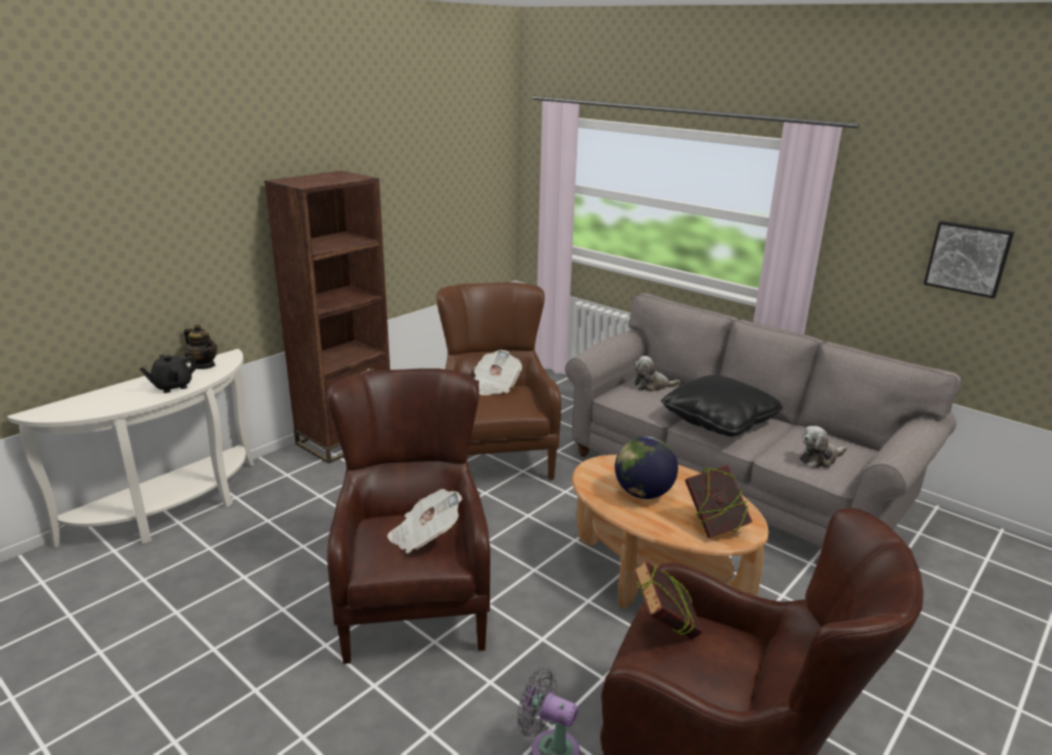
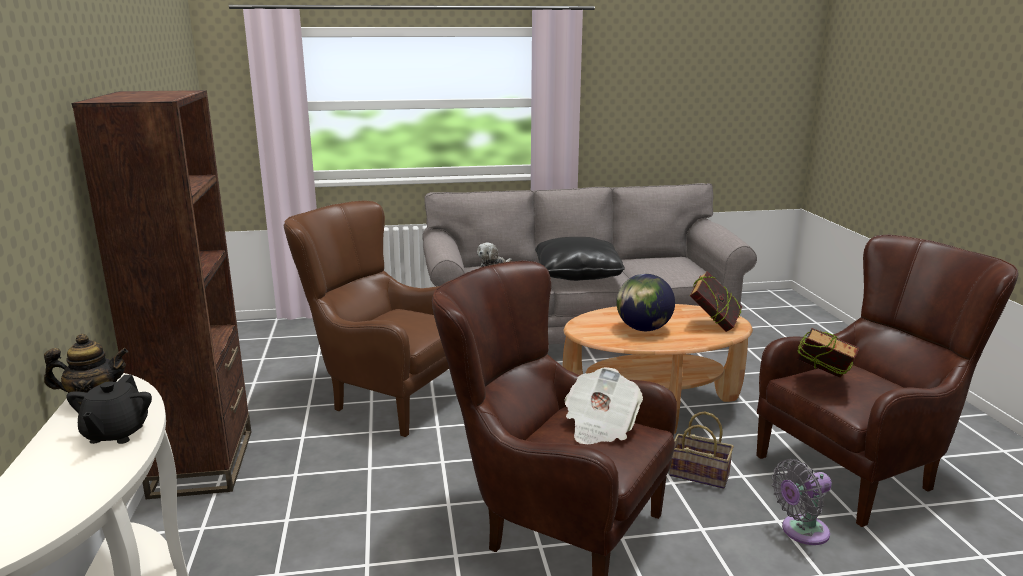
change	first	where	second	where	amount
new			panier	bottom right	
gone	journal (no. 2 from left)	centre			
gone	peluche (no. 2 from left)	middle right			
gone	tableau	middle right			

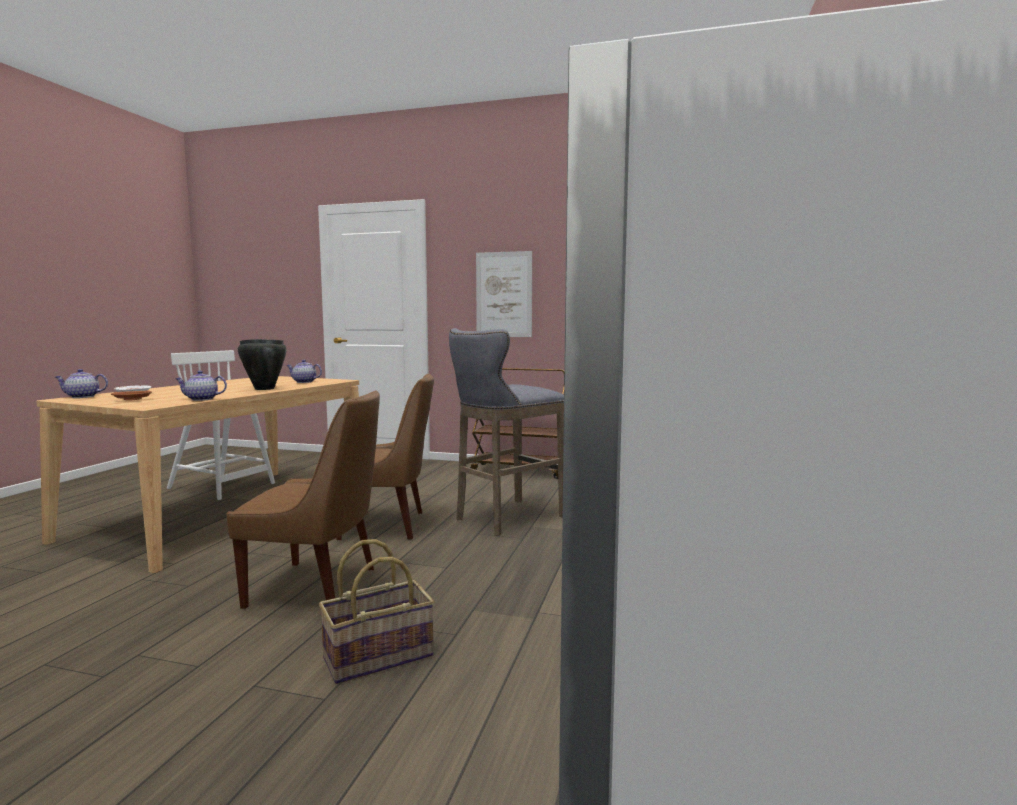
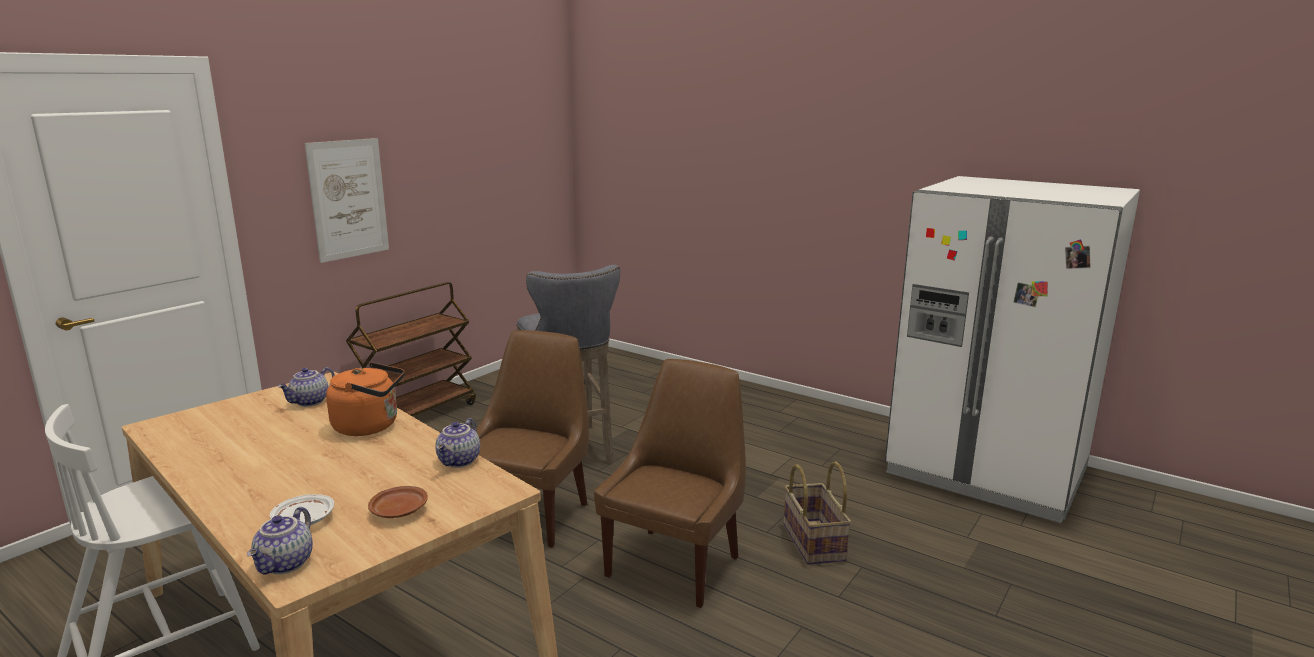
change	first	where	second	where	amount
swapped	marmite (noir)	middle left	bouilloire (orange)	middle left	

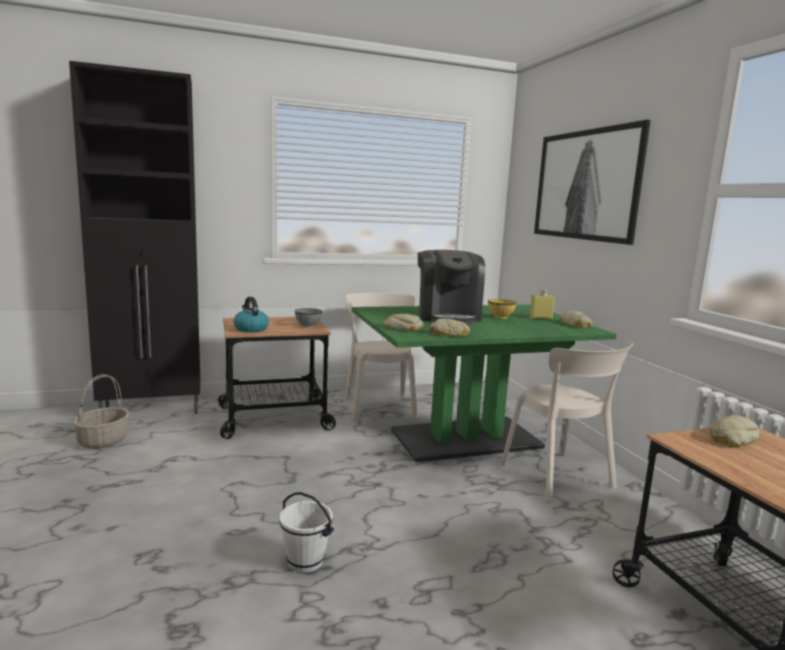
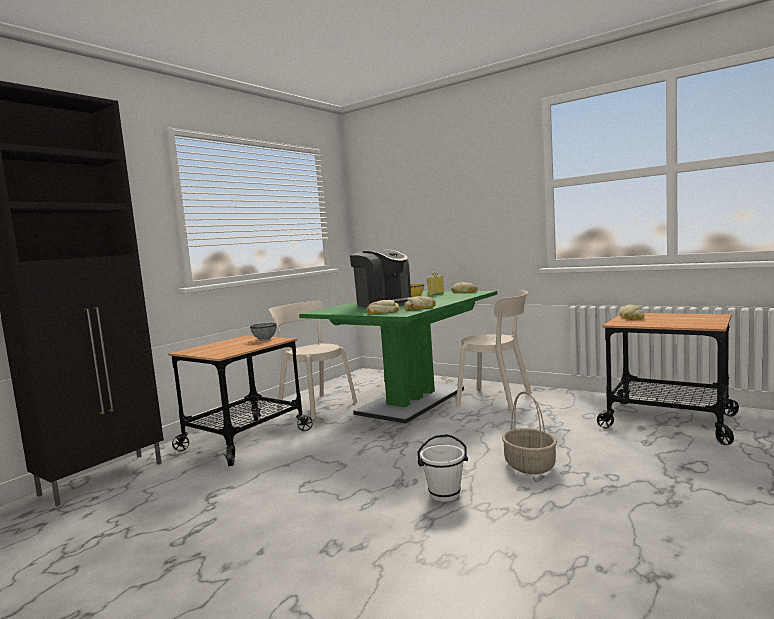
change	first	where	second	where	amount
shifted	panier	middle left		bottom right	
gone	bouilloire	middle left			
gone	tableau	top right			

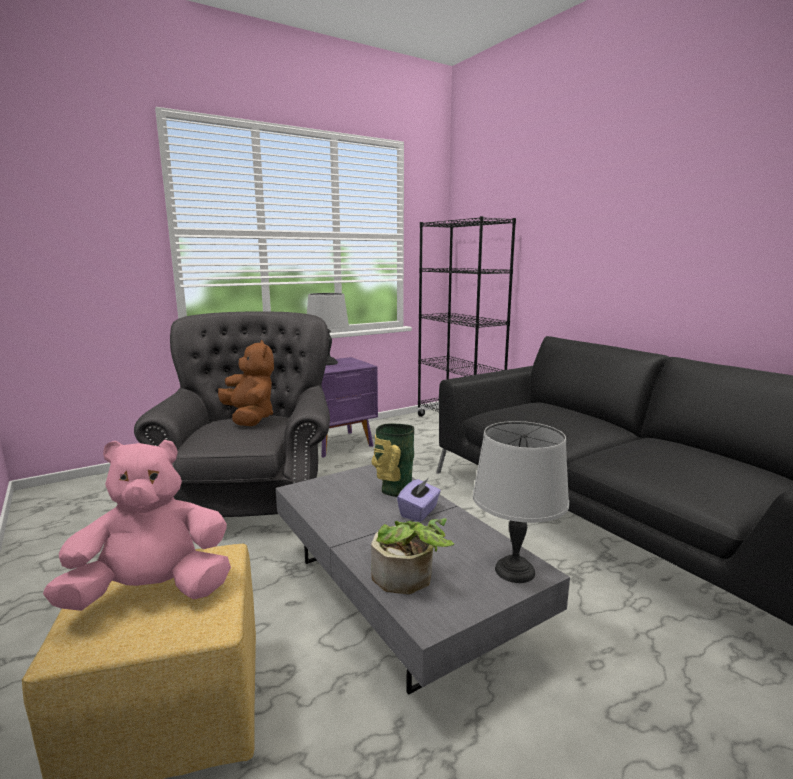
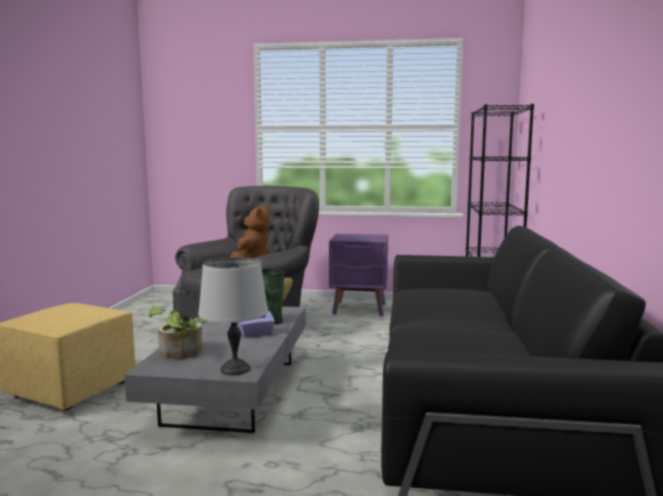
change	first	where	second	where	amount
gone	peluche (rose)	bottom left			
gone	lampe de table (gris) (no. 1 from left)	centre			

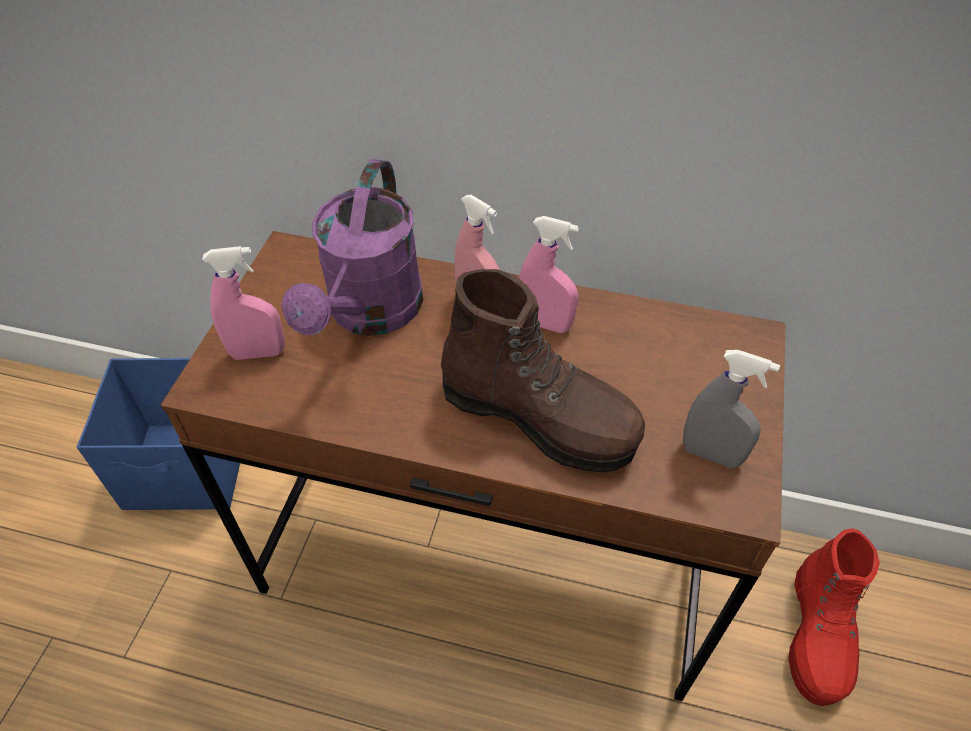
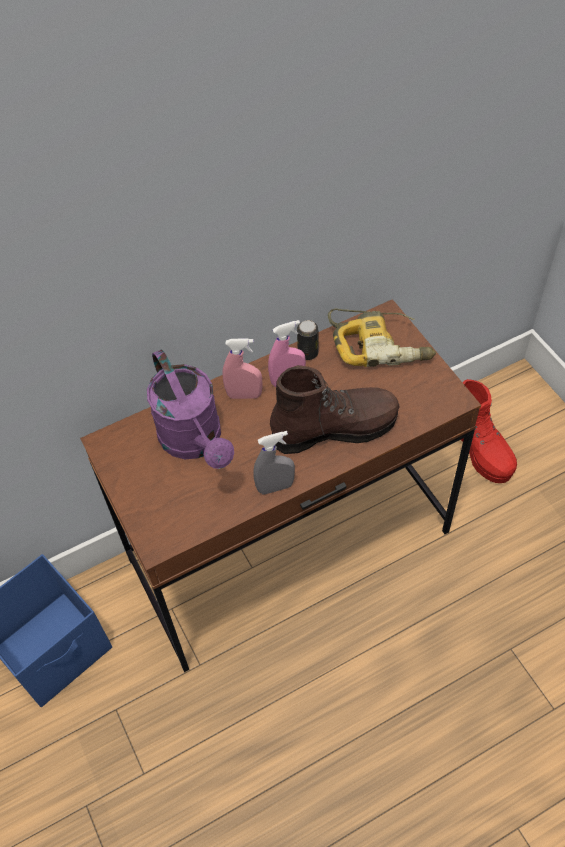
change	first	where	second	where	amount
shifted	vaporisateur (gris)	middle right		centre	
new			boîte métallique	centre	
new			perceuse	middle right	
gone	vaporisateur (rose) (no. 1 from left)	middle left			

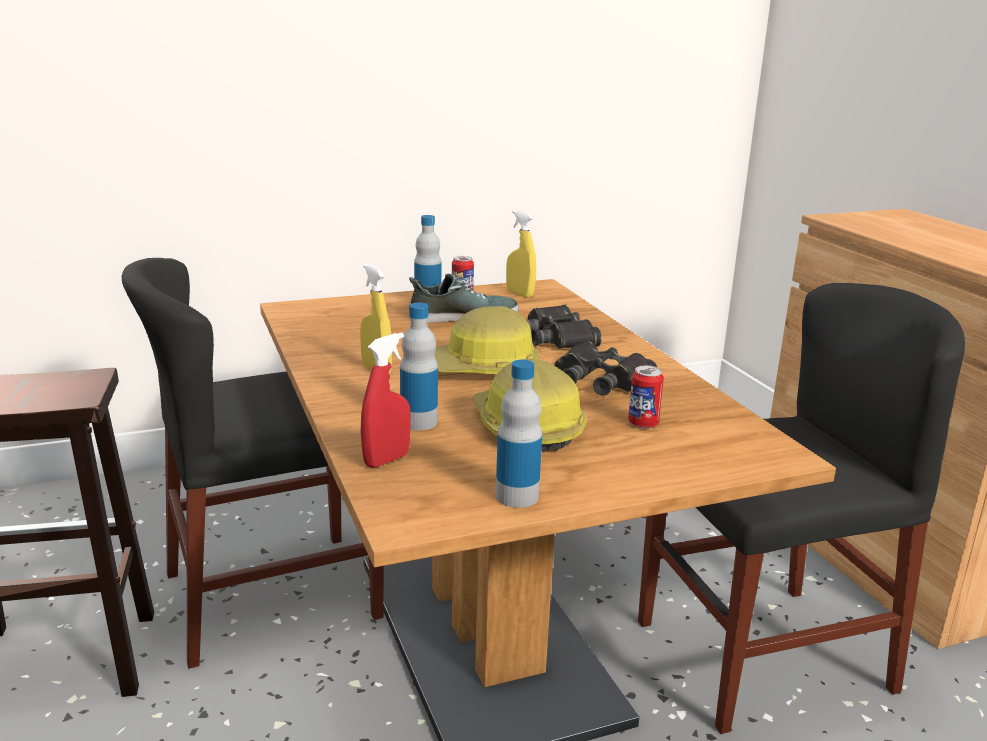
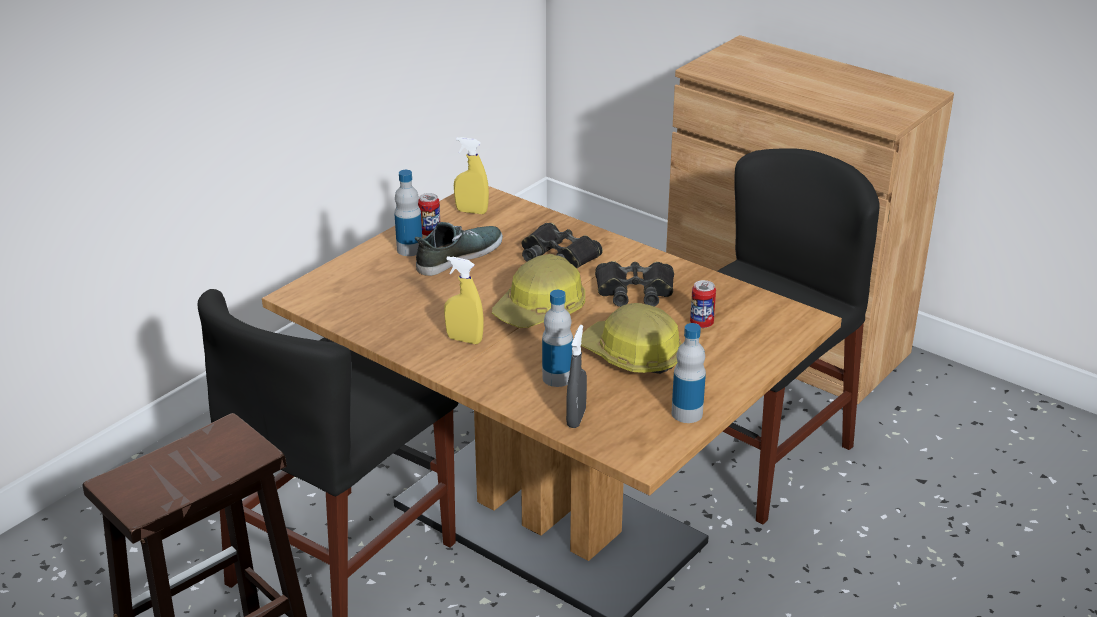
change	first	where	second	where	amount
repainted	vaporisateur (rouge)	centre	vaporisateur (gris)	centre	

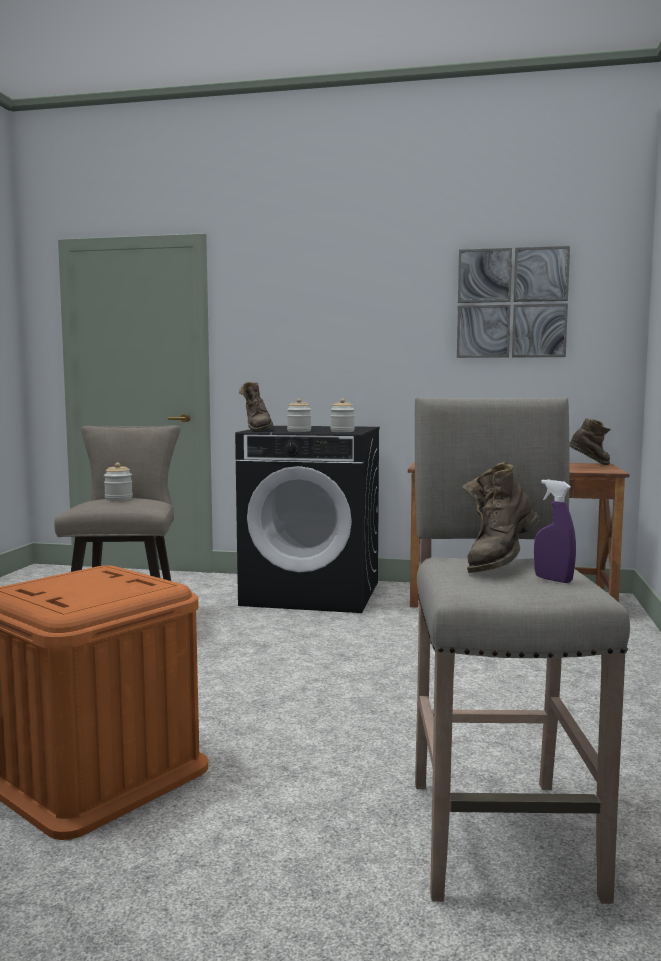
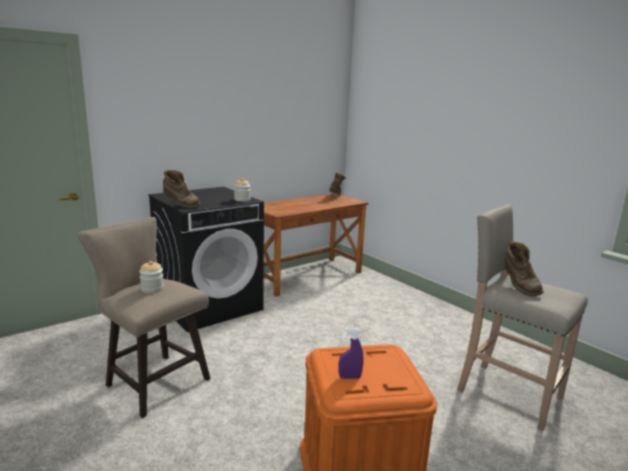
change	first	where	second	where	amount
shifted	vaporisateur (violet)	middle right		bottom centre	
gone	bocal (no. 2 from left)	centre			
gone	tableau	top right			

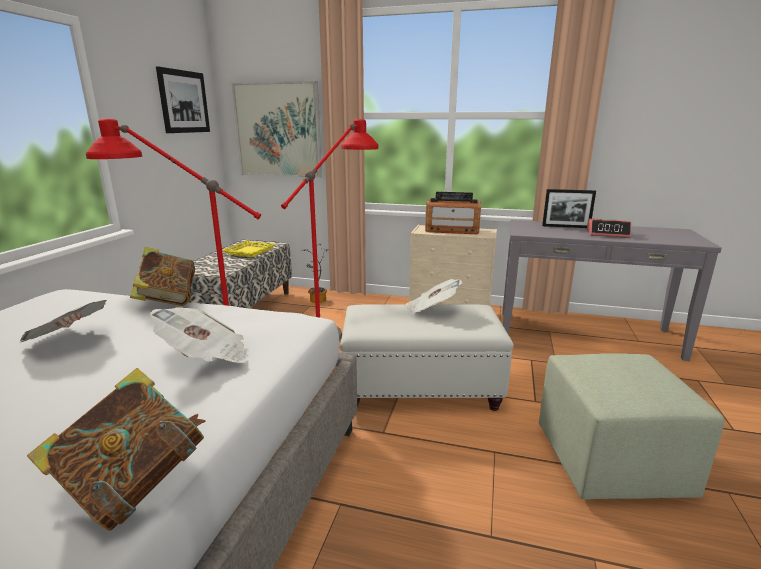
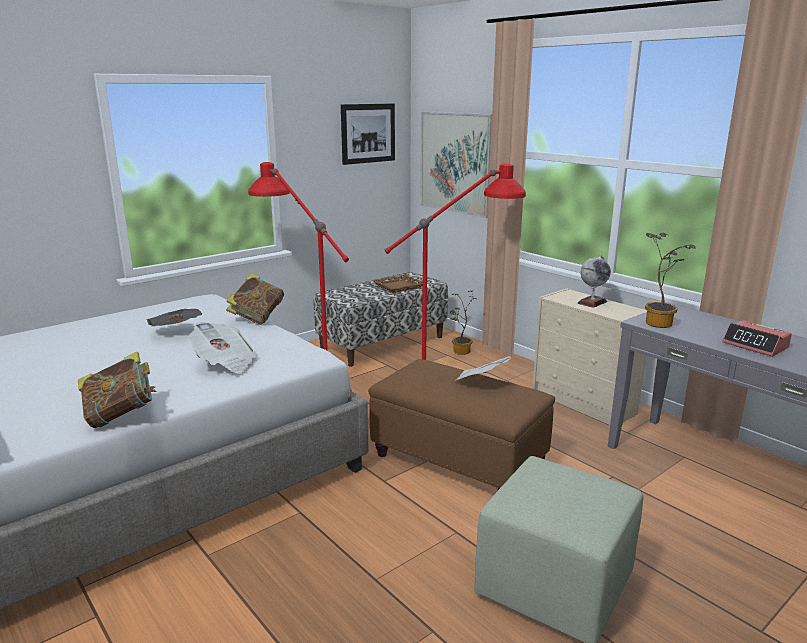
change	first	where	second	where	amount
repainted	pouf (blanc)	centre	pouf (marron)	centre	
repainted	plateau (jaune)	middle left	plateau (marron)	centre	
swapped	radio	centre	globe	middle right	
new			plante en pot (no. 2 from left)	middle right	
gone	cadre photo	middle right			

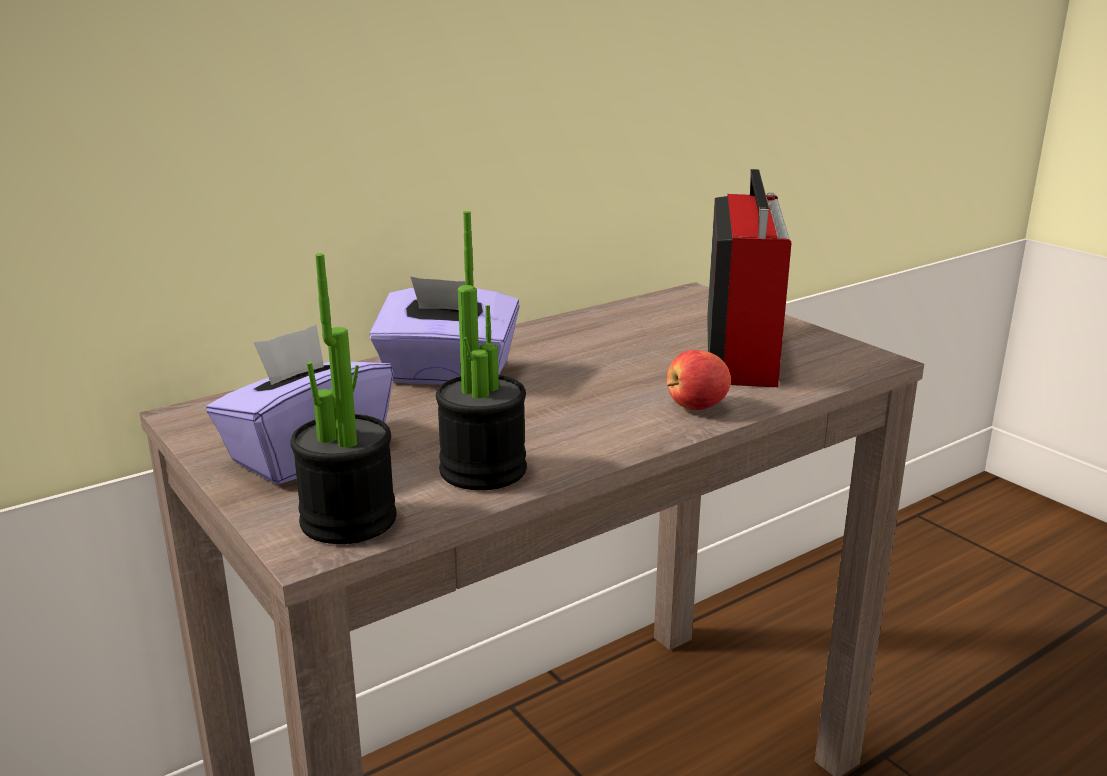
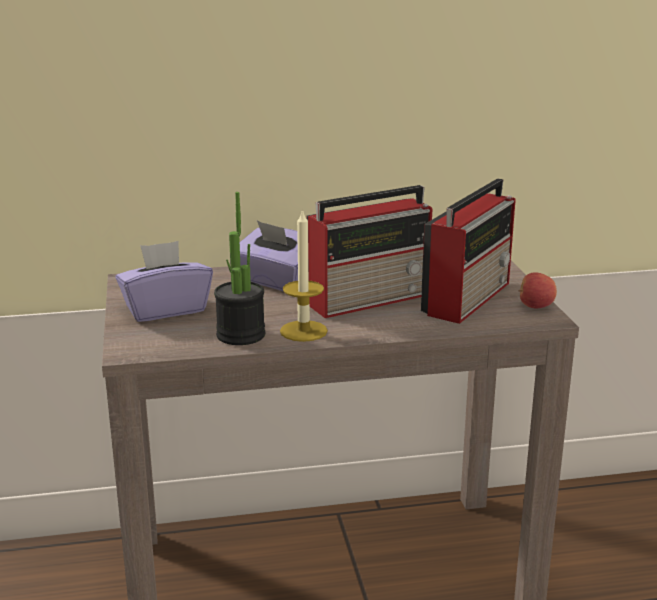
change	first	where	second	where	amount
new			bougie	centre	
new			radio (no. 1 from left)	centre	
shifted	pomme	centre		middle right	
gone	plante en pot (no. 1 from left)	middle left			

